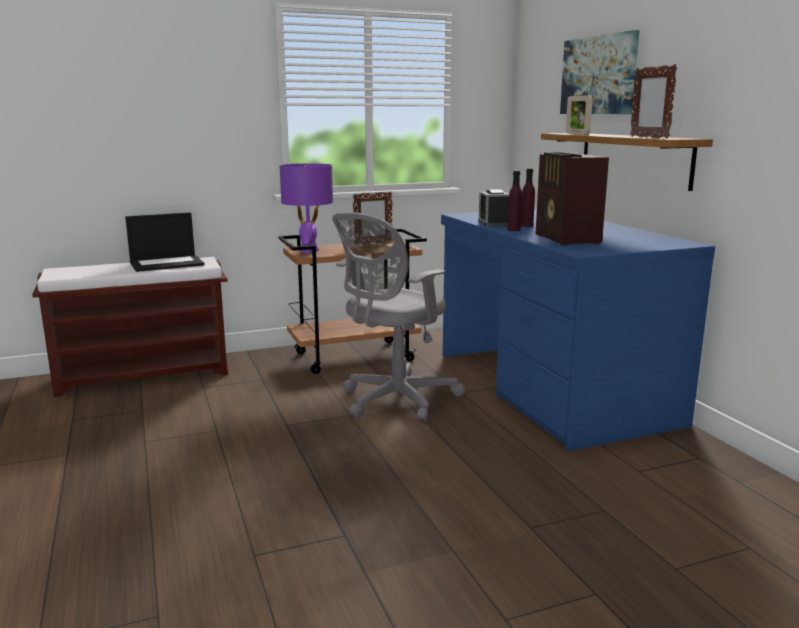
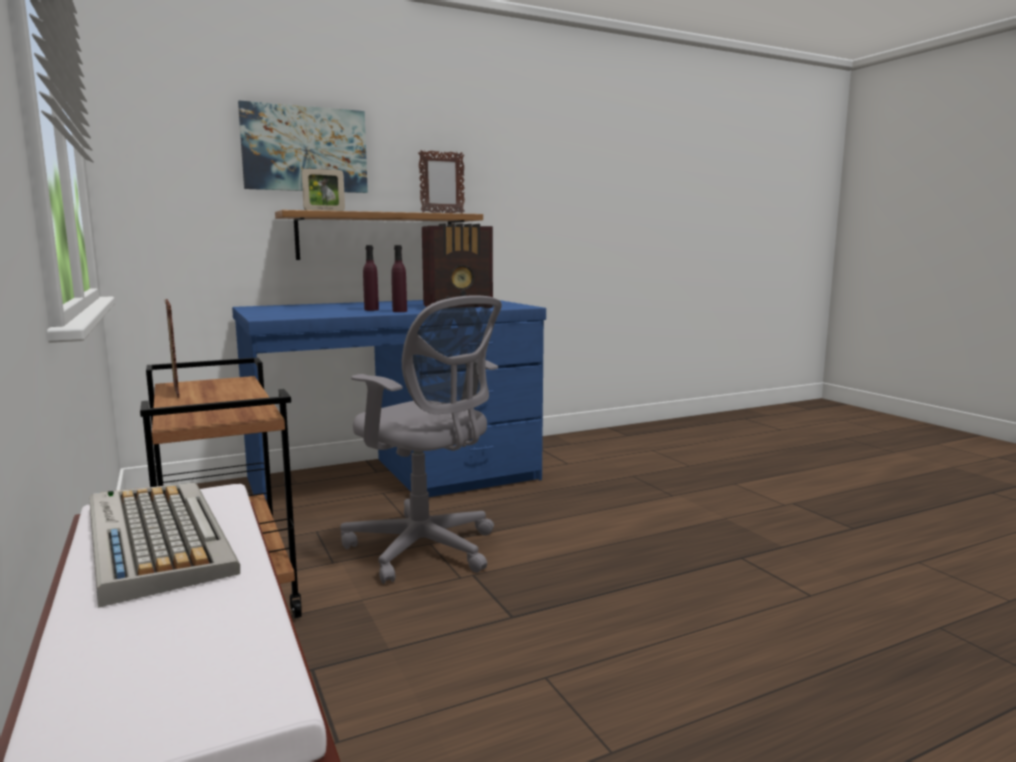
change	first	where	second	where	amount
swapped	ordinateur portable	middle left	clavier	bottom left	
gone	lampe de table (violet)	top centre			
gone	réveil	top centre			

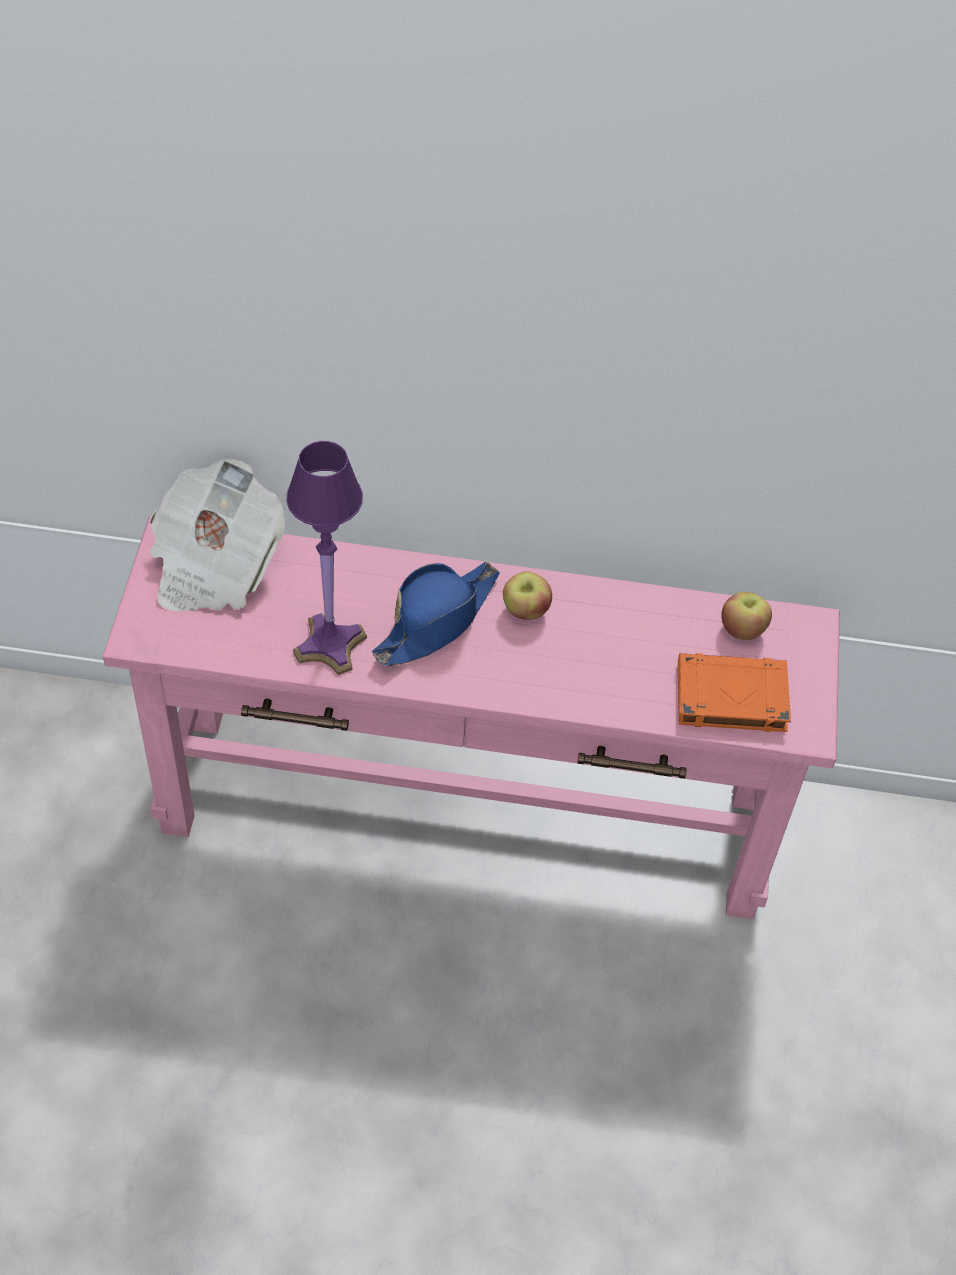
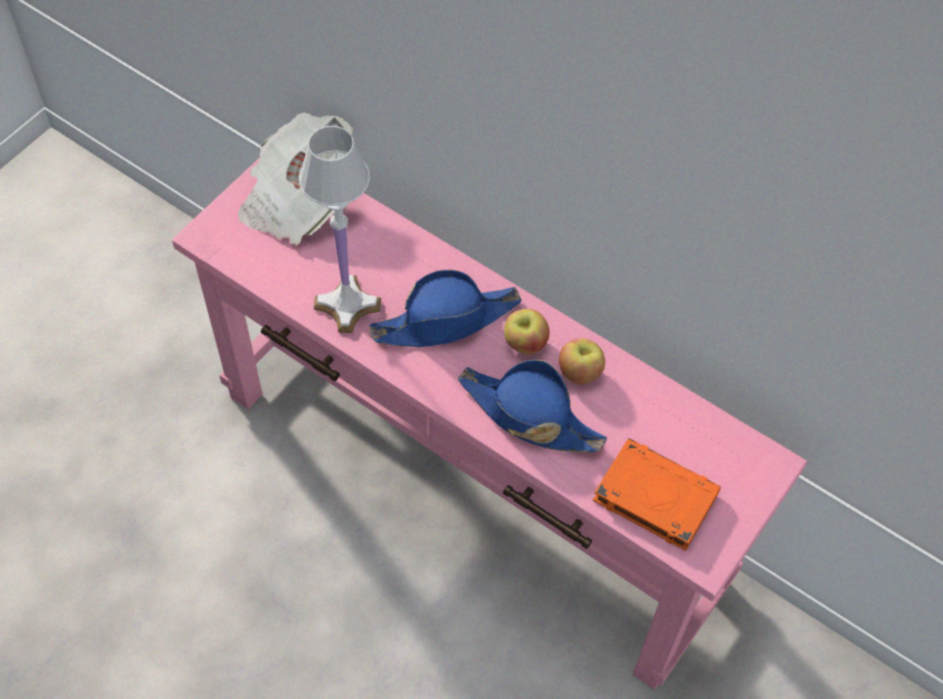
change	first	where	second	where	amount
repainted	lampe de table (violet)	centre	lampe de table (blanc)	top centre	
new			chapeau (bleu) (no. 2 from left)	centre	
shifted	pomme (no. 2 from left)	middle right		centre	

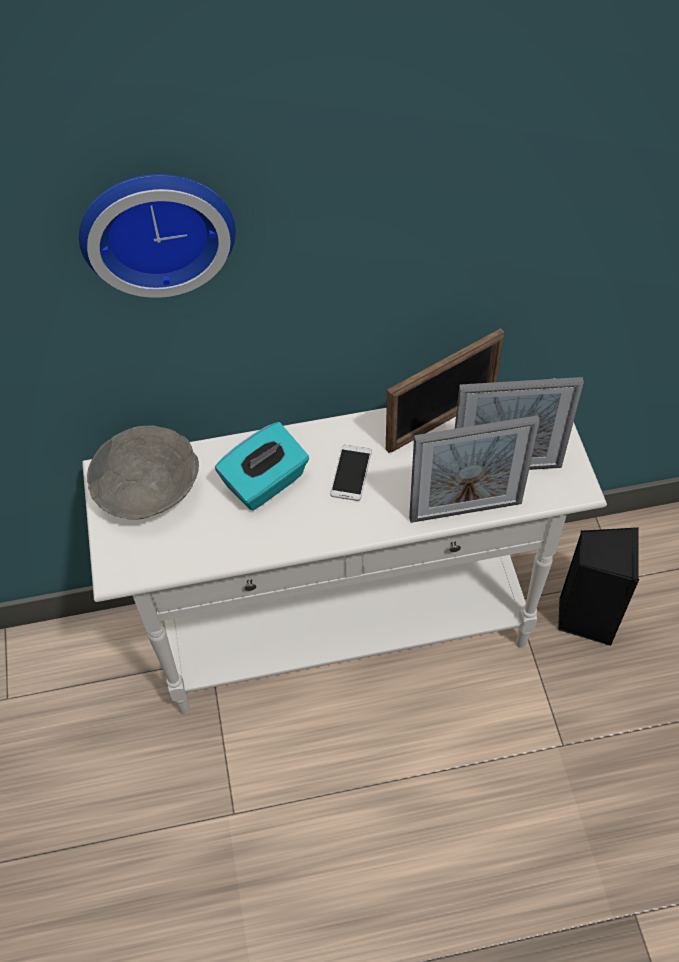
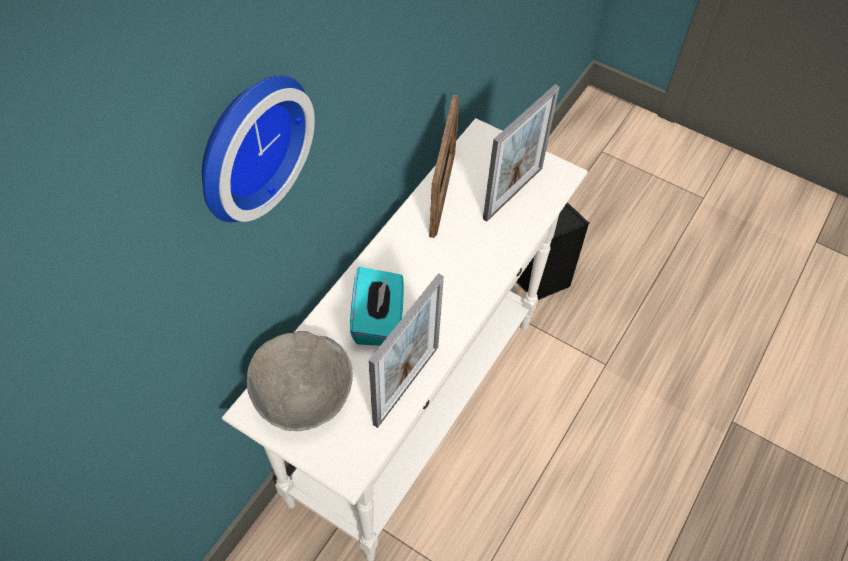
change	first	where	second	where	amount
shifted	cadre photo (no. 2 from left in the first image)	middle right	cadre photo (no. 1 from left)	centre	
gone	téléphone	centre			

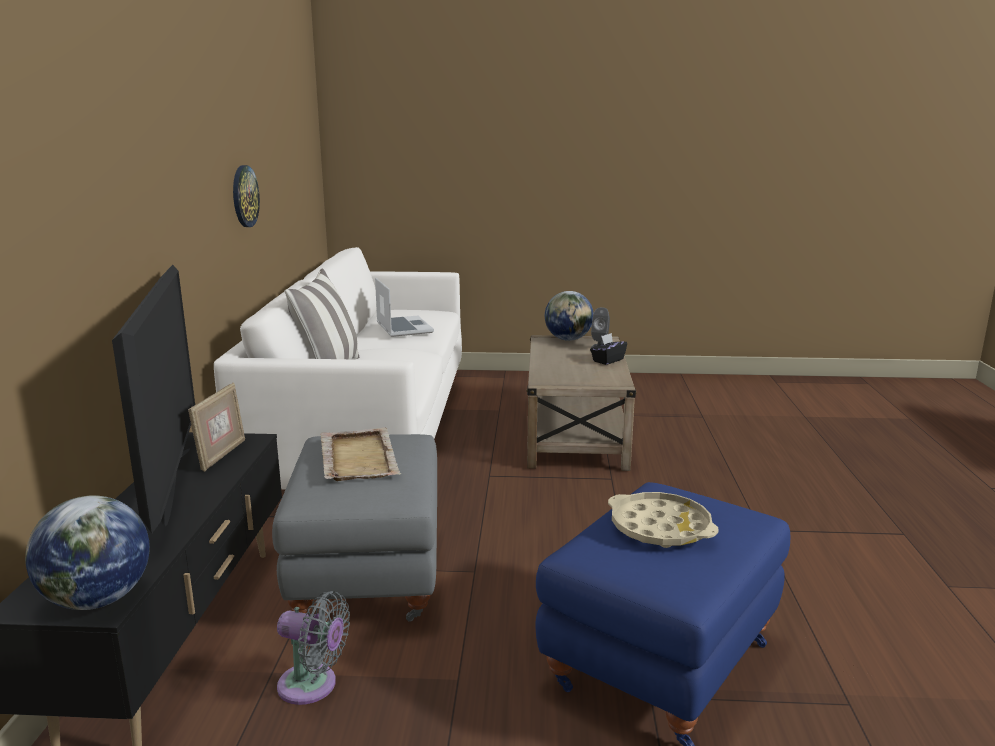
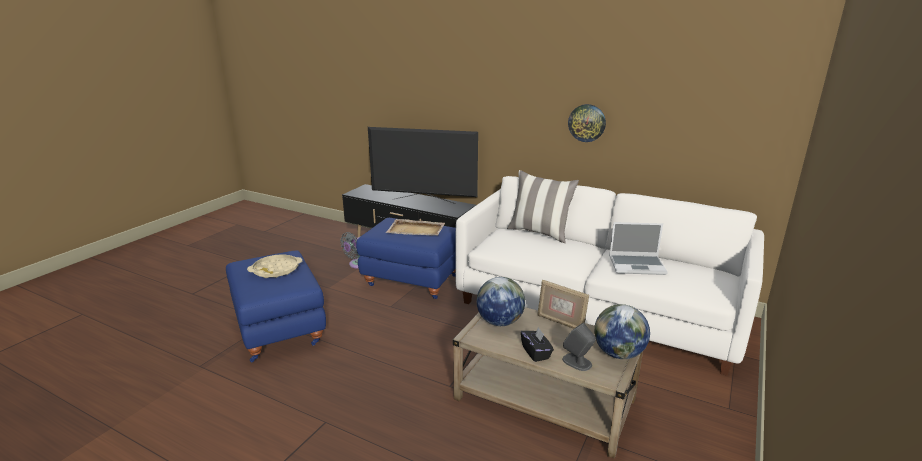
change	first	where	second	where	amount
repainted	pouf (gris)	bottom centre	pouf (bleu) (no. 2 from left)	centre	
shifted	globe (no. 1 from left)	bottom left		centre	
shifted	cadre photo	middle left		centre	

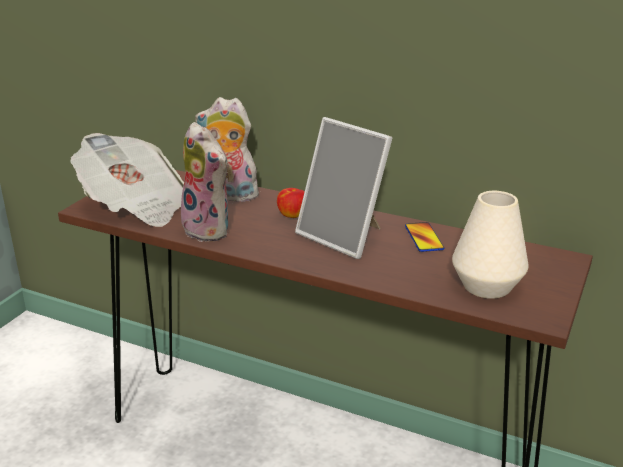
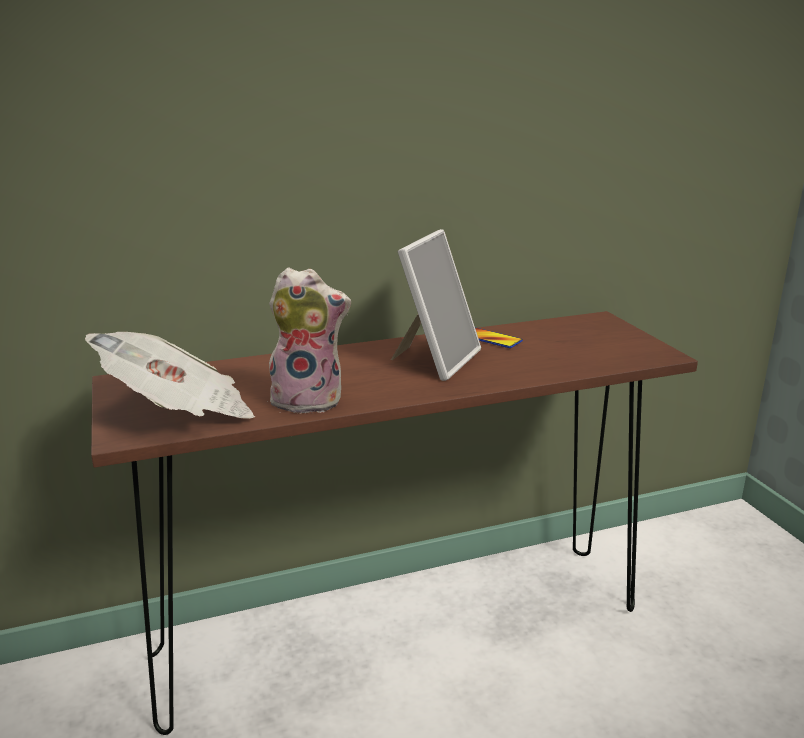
change	first	where	second	where	amount
rotated	cadre photo	centre		centre	60 degrees counterclockwise
gone	peluche (no. 2 from left)	top centre			
gone	pomme	centre			
gone	vase (blanc)	middle right			

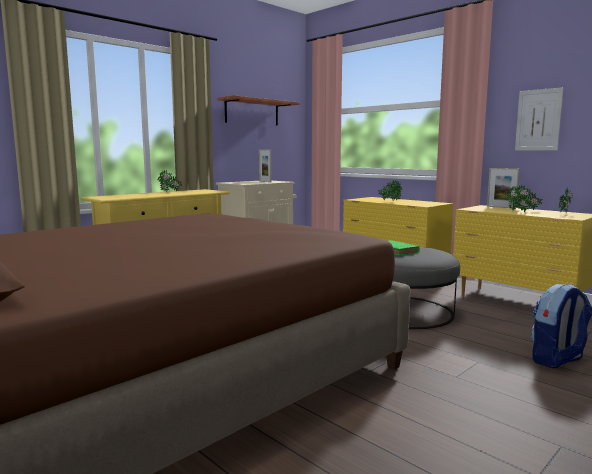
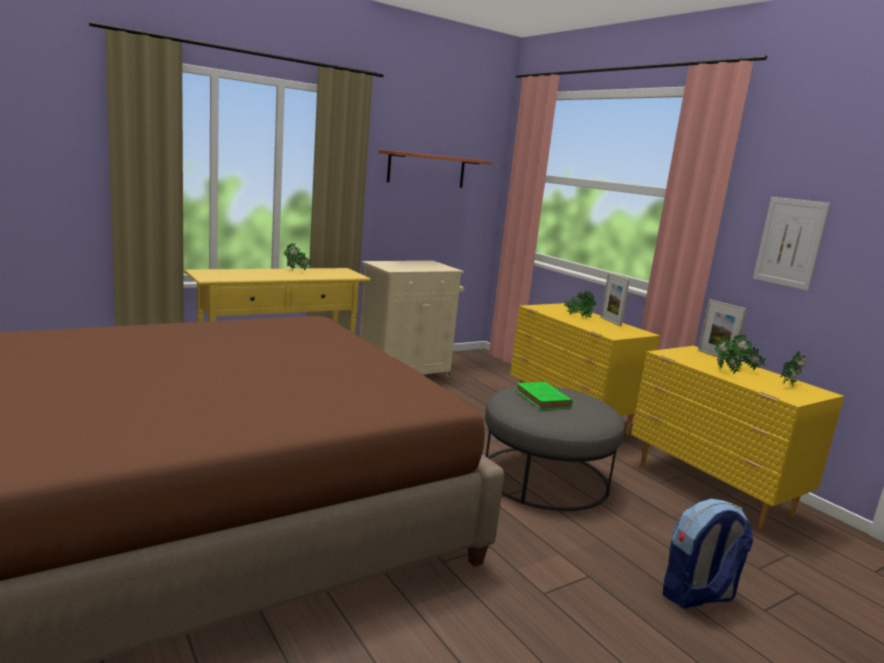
change	first	where	second	where	amount
shifted	cadre photo (no. 1 from left)	centre		middle right	

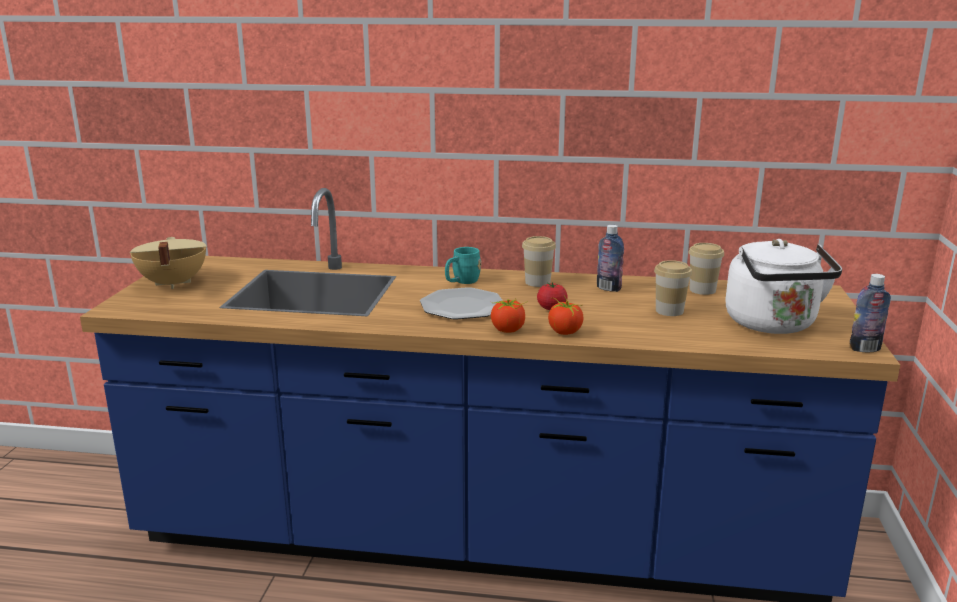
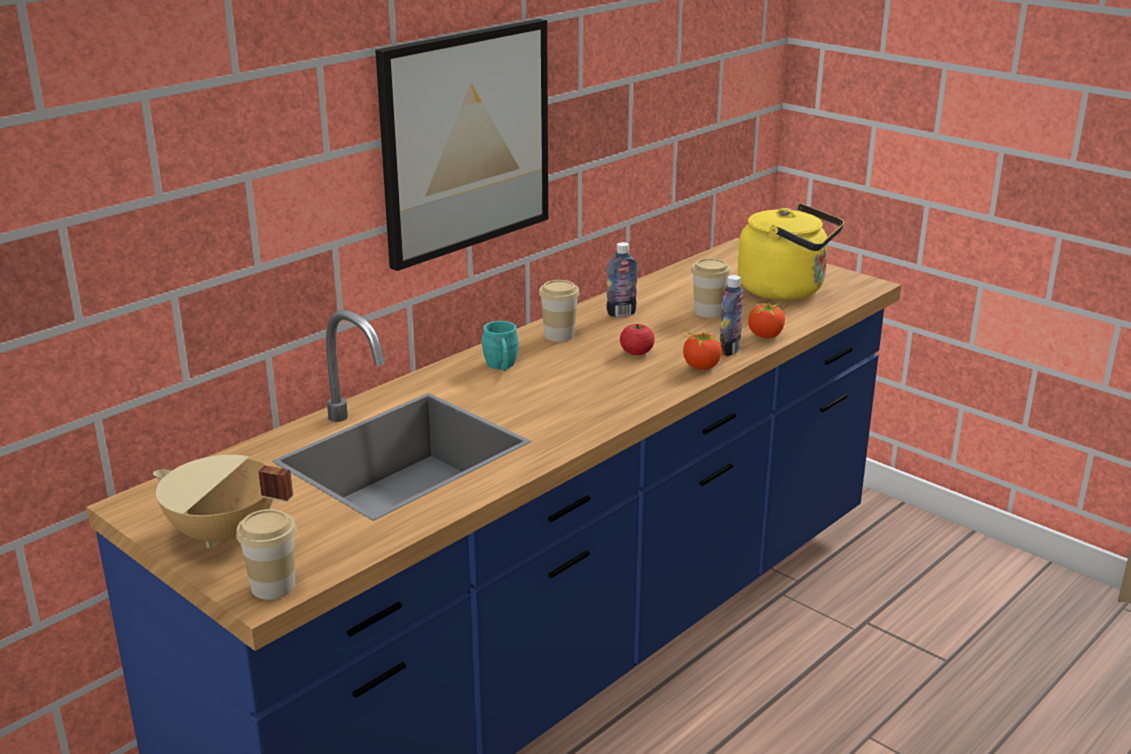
change	first	where	second	where	amount
shifted	tasse (no. 3 from left in the first image)	middle right	tasse (no. 1 from left)	bottom left	
new			tableau	top centre	
shifted	bouteille (no. 2 from left)	middle right		centre	
repainted	bouilloire (blanc)	middle right	bouilloire (jaune)	top right	
shifted	tomate (no. 1 from left in the first image)	centre	tomate (no. 3 from left)	middle right	
gone	assiette	centre			

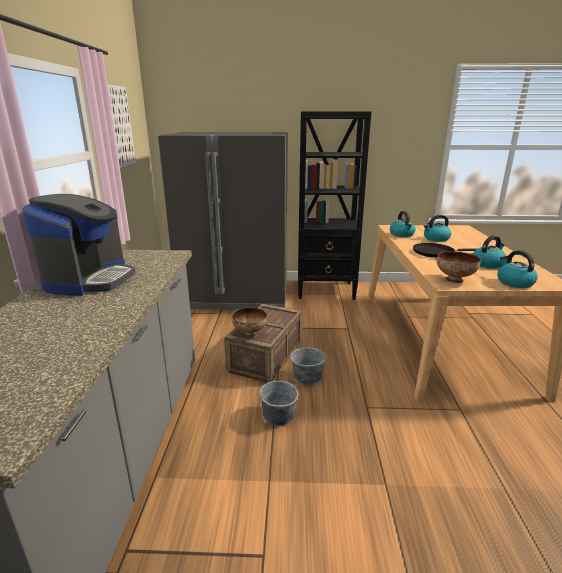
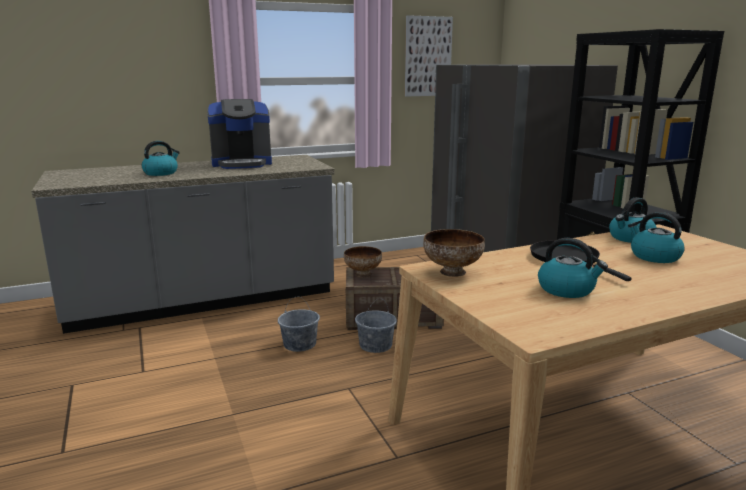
change	first	where	second	where	amount
shifted	bouilloire (no. 4 from left in the first image)	middle right	bouilloire (no. 1 from left)	top left	

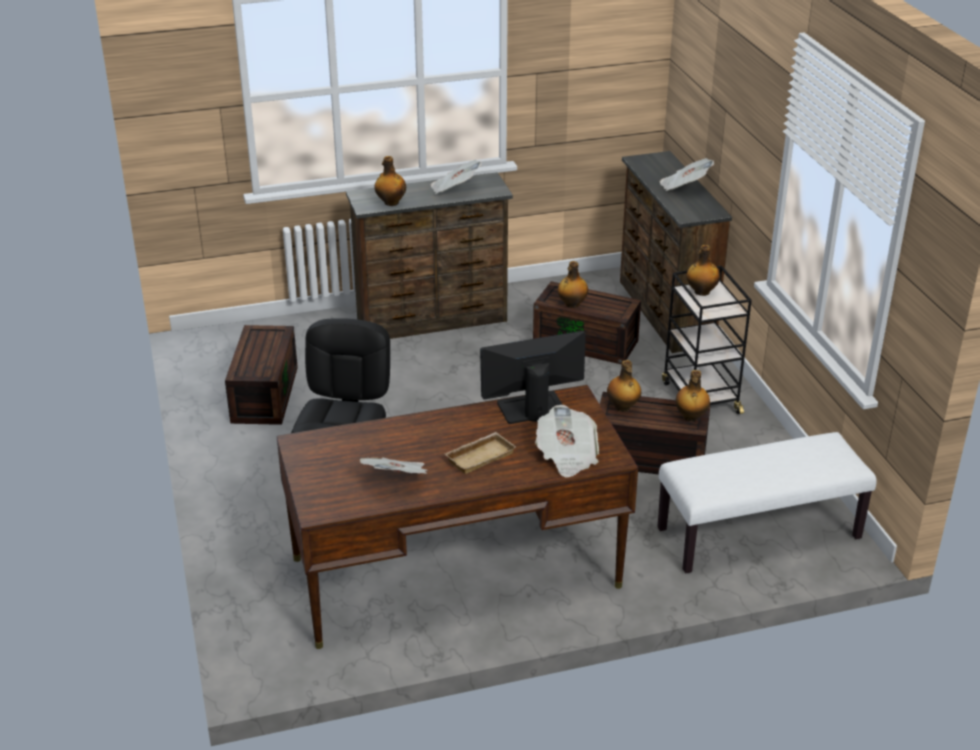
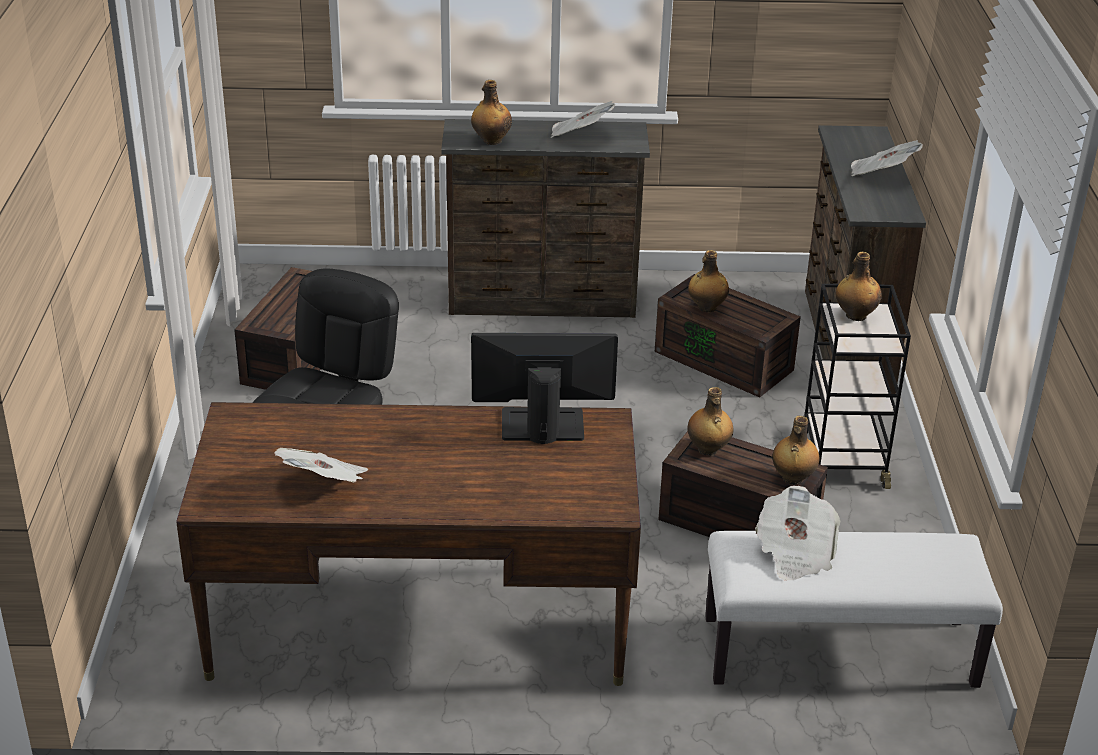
change	first	where	second	where	amount
shifted	journal (no. 3 from left)	centre		bottom right	
gone	plateau (beige)	centre			

